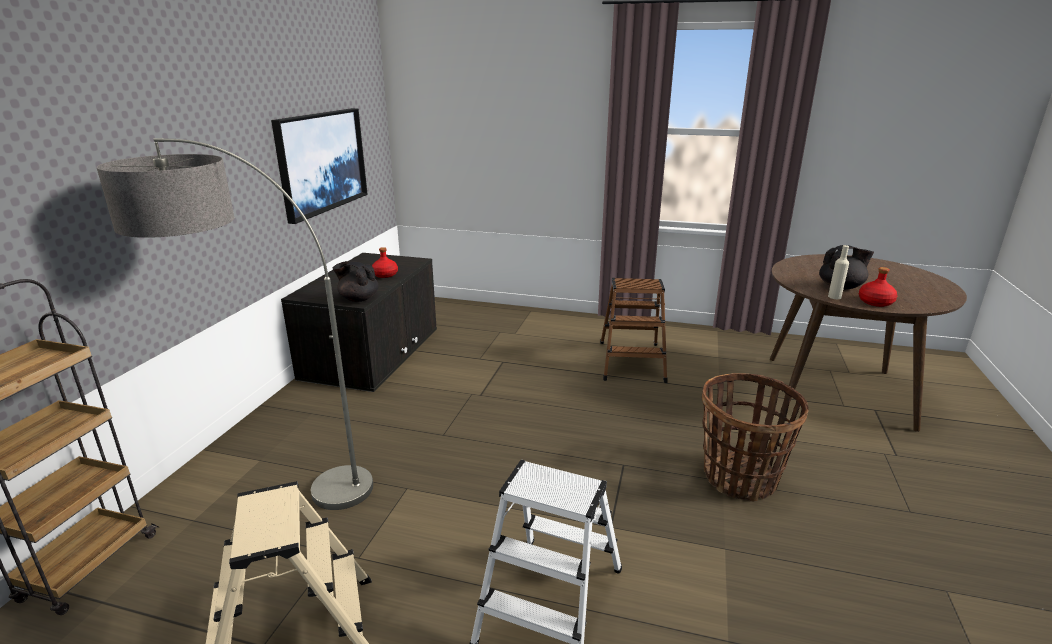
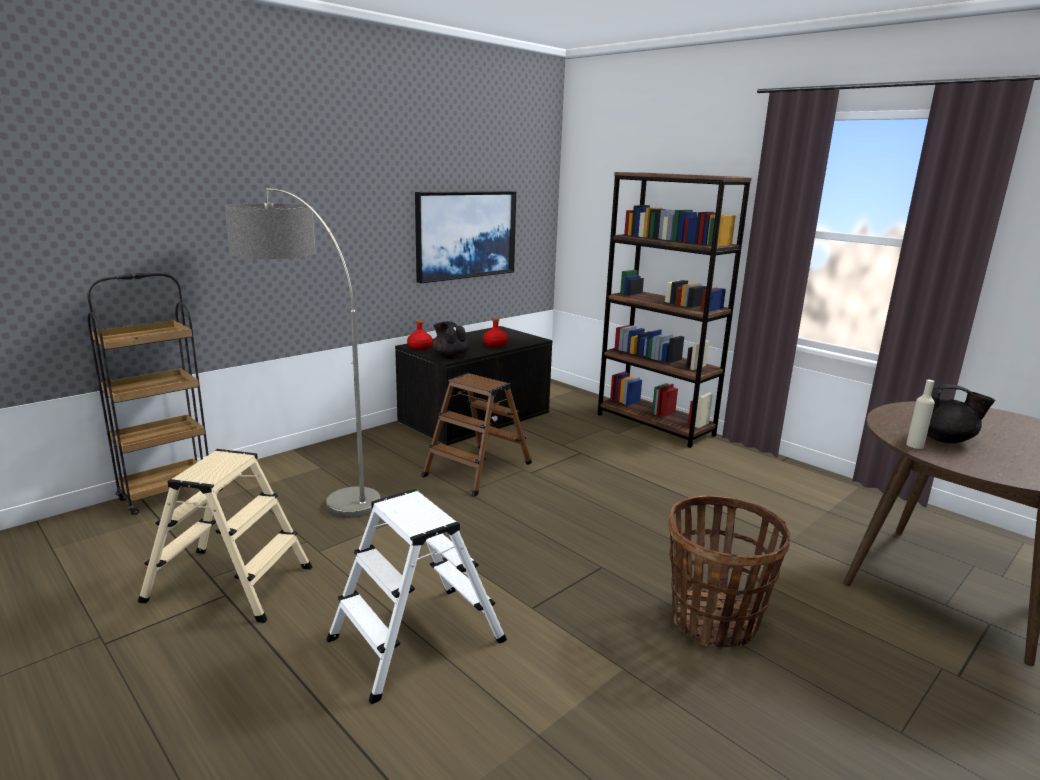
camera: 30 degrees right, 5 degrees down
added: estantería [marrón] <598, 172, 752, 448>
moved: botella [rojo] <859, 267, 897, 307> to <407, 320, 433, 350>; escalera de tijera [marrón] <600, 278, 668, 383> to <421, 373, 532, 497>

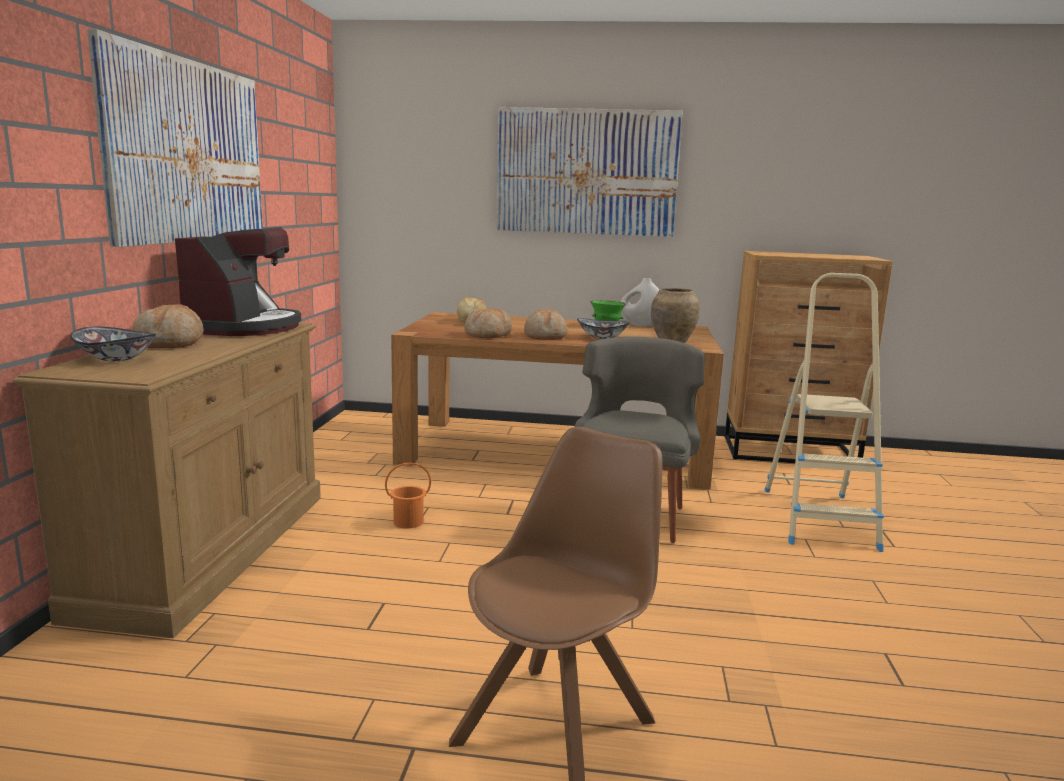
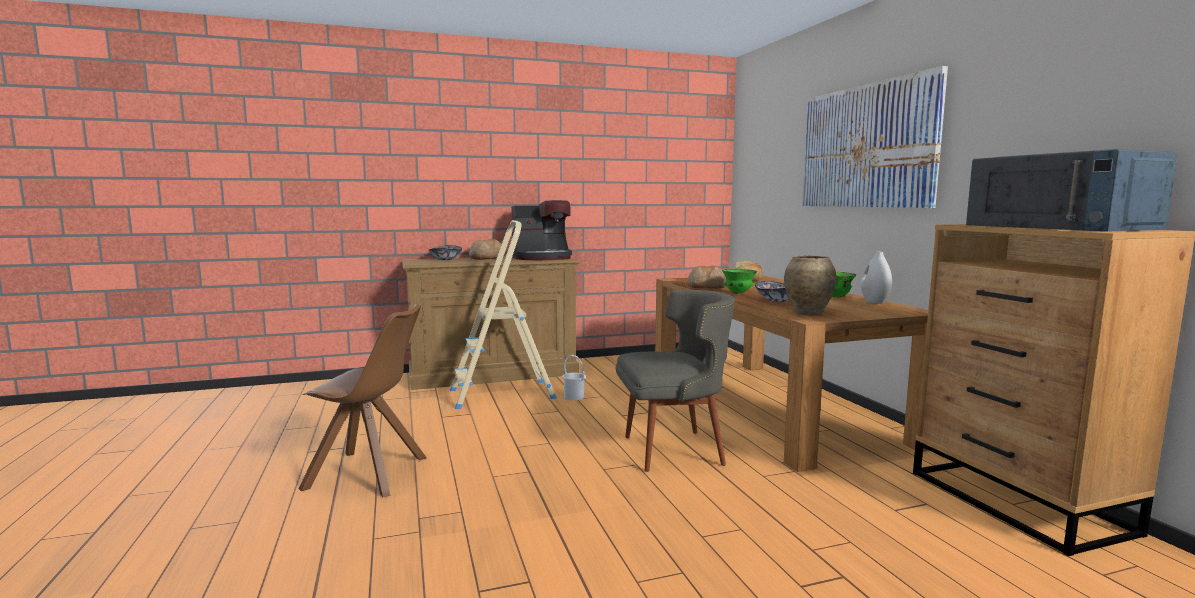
camera: 65 degrees right, 5 degrees down
removed: cuadro <87, 29, 263, 247>
added: microondas [azul] <966, 149, 1178, 231>
moved: escalera de tijera [beis] <764, 273, 884, 552> to <450, 220, 557, 409>
replaced: pan <524, 309, 567, 340> to cuenco [verde] <722, 269, 758, 294>
recoloured: cubo [naranja] <385, 462, 431, 528> to cubo [blanco] <562, 355, 586, 400>

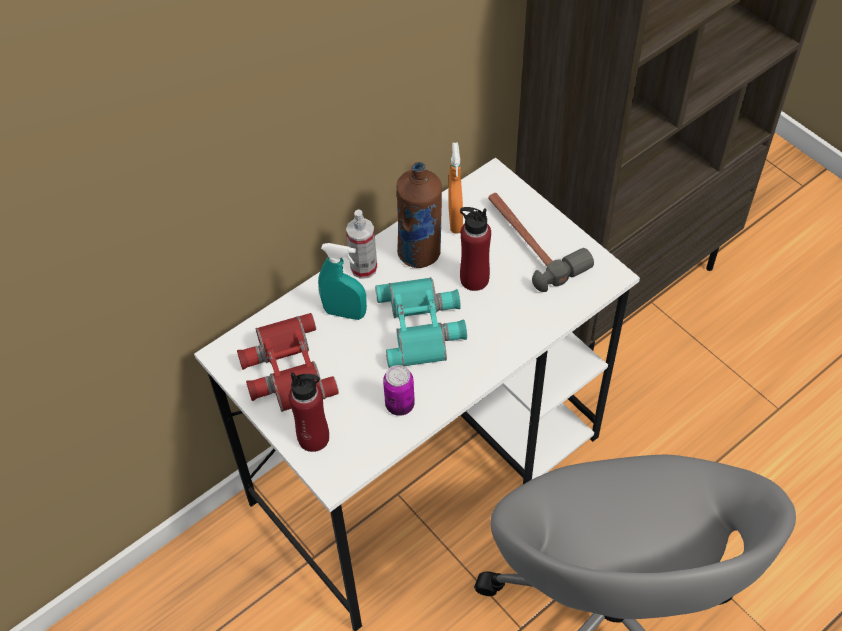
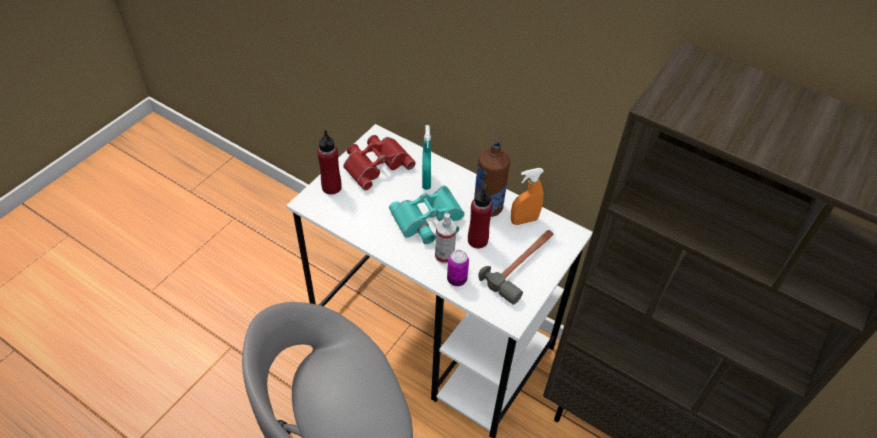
camera: 70 degrees right, 5 degrees down
moved: pulverizador <346, 209, 377, 279> to <435, 213, 457, 264>; lata <383, 365, 415, 416> to <447, 250, 469, 286>

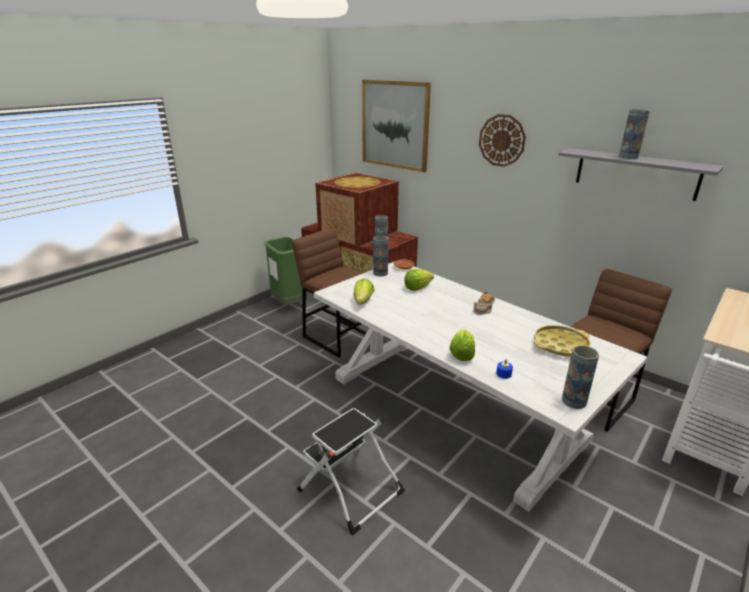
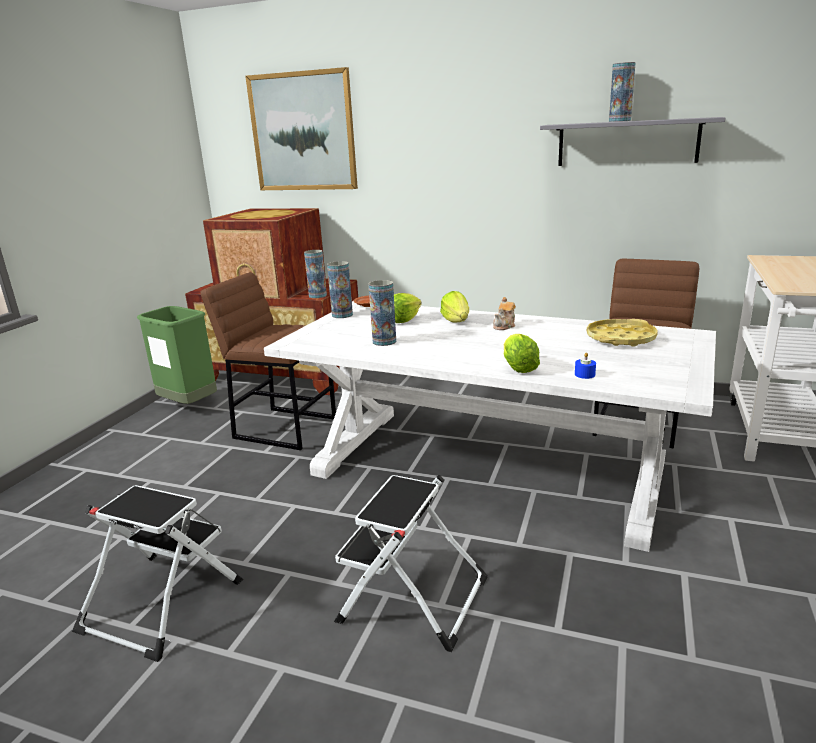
camera: 20 degrees left, 5 degrees down
removed: reloj de pared <479, 114, 526, 167>
added: escalera de tijera <72, 485, 243, 662>
moved: lechuga <354, 278, 374, 305> to <440, 291, 469, 322>; florero <562, 345, 599, 409> to <368, 280, 396, 346>

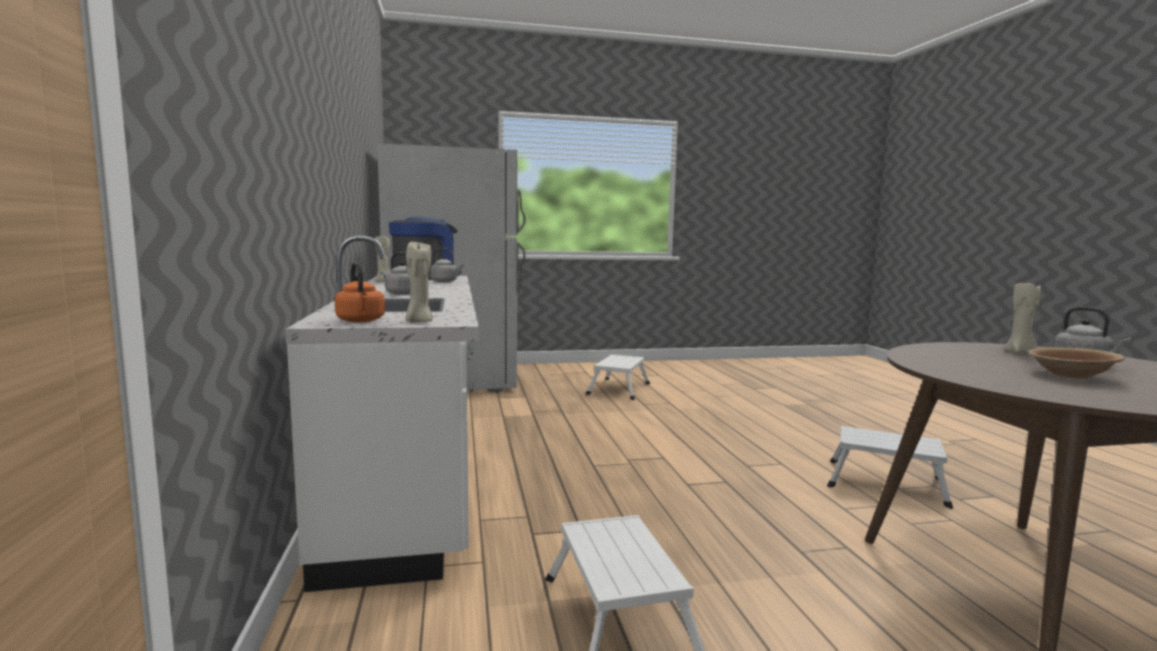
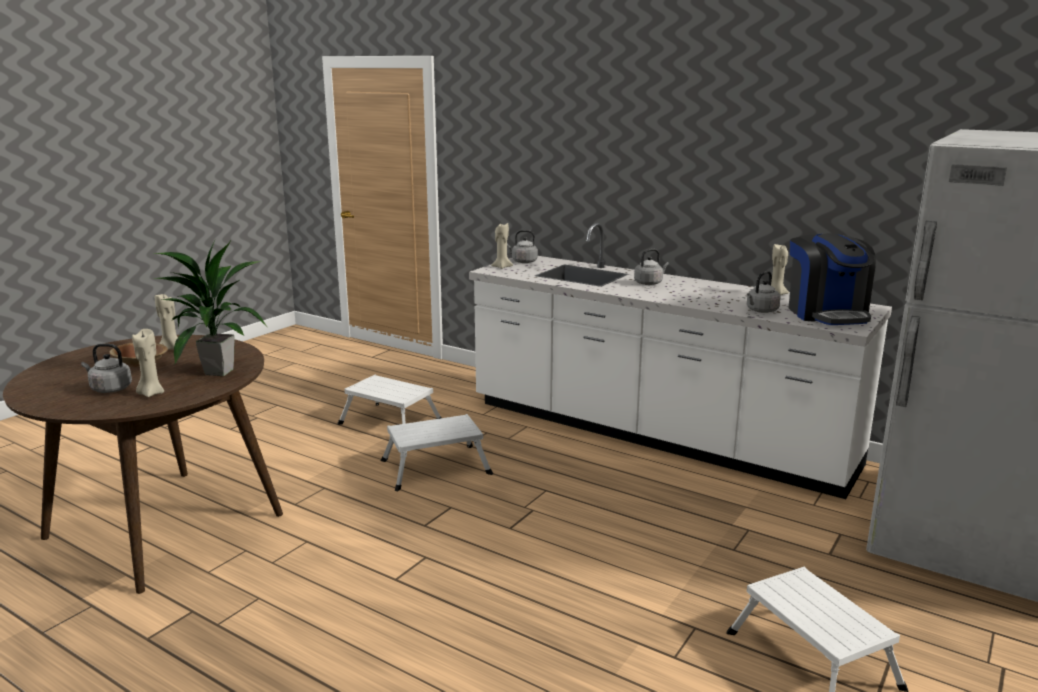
camera: 135 degrees right, 10 degrees up
added: planta en maceta <155, 238, 266, 376>; vela [beis] <155, 293, 178, 350>
moved: escalera de tijera [blanco] <827, 425, 953, 509> to <381, 414, 493, 491>
recoloured: hervidor [naranja] <335, 262, 385, 322> to hervidor [gris] <507, 230, 538, 263>

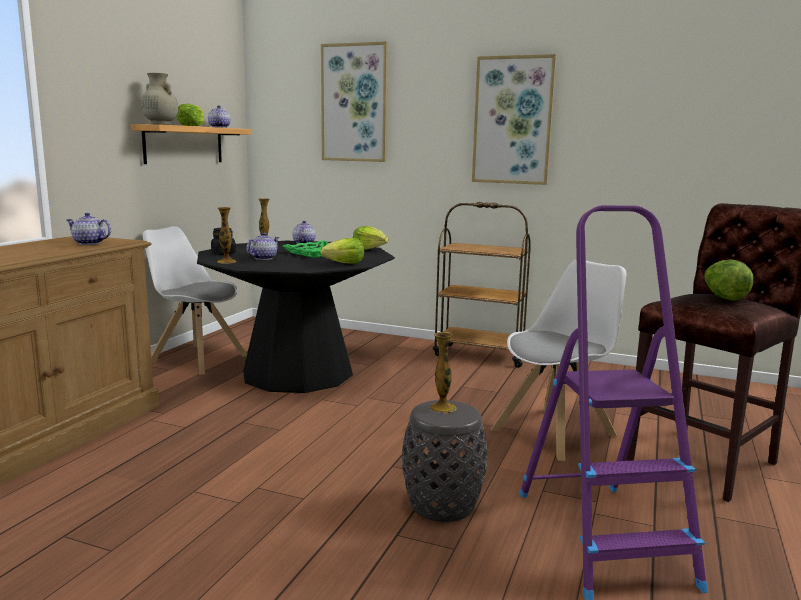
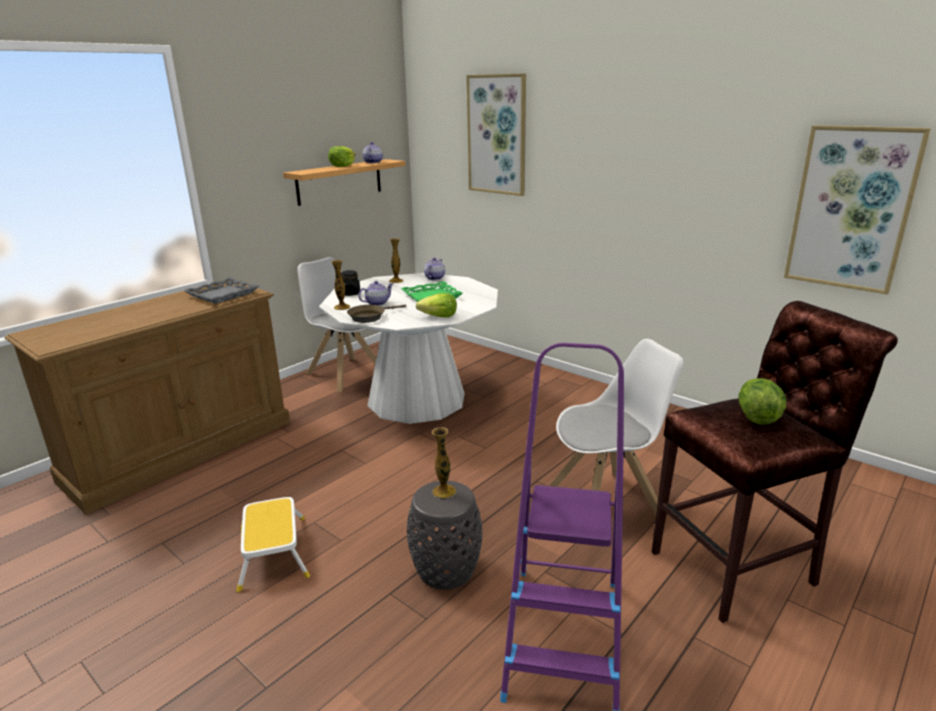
camera: 20 degrees right, 10 degrees up
removed: florero [beis] <141, 73, 178, 125>; carrito [marrón] <433, 202, 531, 368>; lechuga <353, 226, 388, 250>
added: sartén [marrón] <347, 305, 406, 323>; escalera de tijera [amarillo] <236, 497, 310, 592>
moved: cuadro <472, 54, 557, 185> to <784, 125, 931, 295>
replaced: tetera <66, 213, 111, 245> to bandeja [gris] <184, 278, 259, 304>
recoloured: mesa de comedor [negro] <197, 241, 395, 393> to mesa de comedor [blanco] <319, 273, 498, 424>

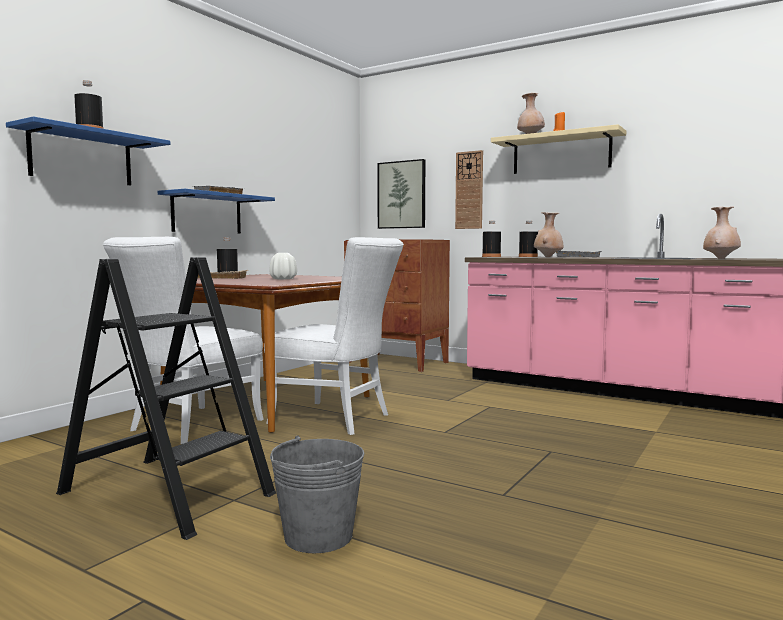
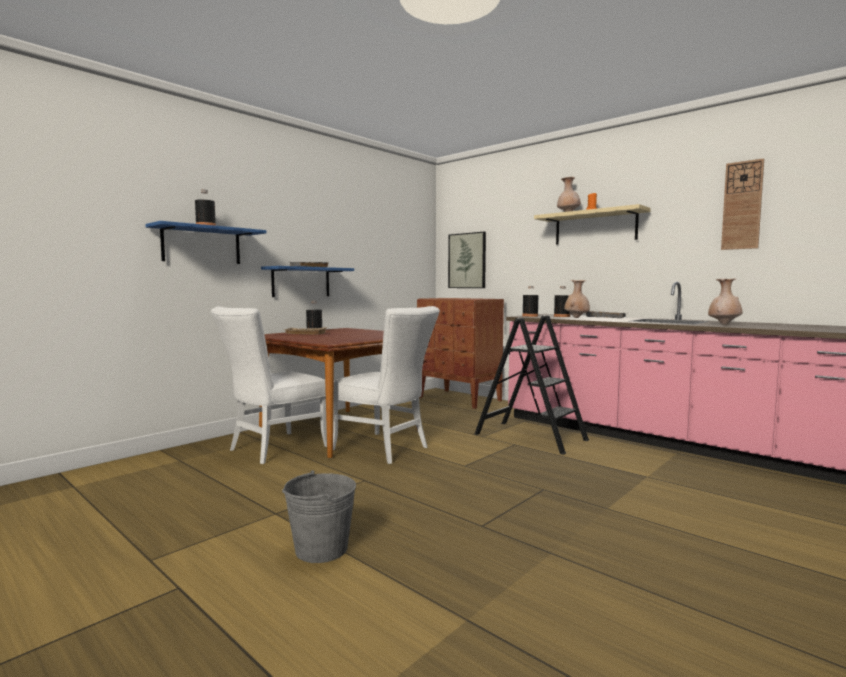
camera: 10 degrees right, 0 degrees up
removed: florero [blanco] <269, 253, 297, 279>
moved: reloj de pared <455, 150, 483, 229> to <721, 158, 764, 250>; escalera de tijera [negro] <56, 257, 276, 540> to <474, 315, 589, 455>

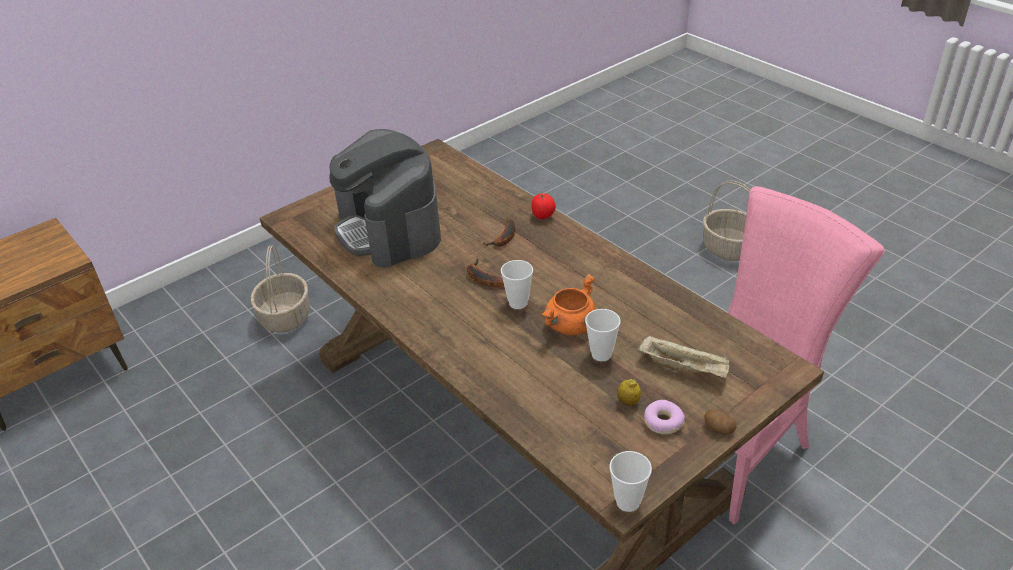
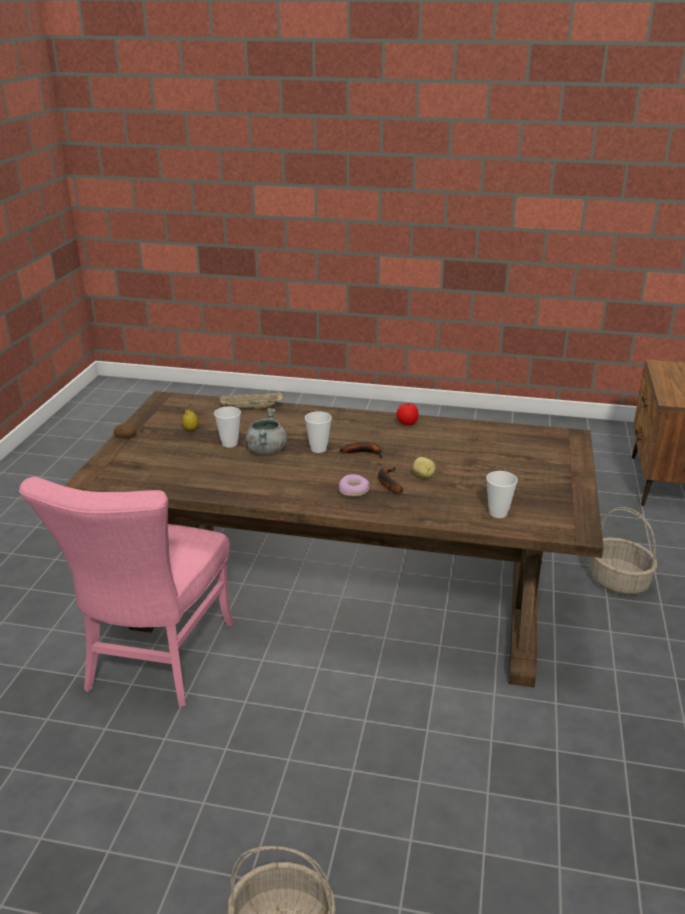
camera: 140 degrees right, 10 degrees down
removed: cafetera <329, 129, 441, 268>
added: patata <413, 457, 435, 478>
moved: tomate <531, 193, 556, 219> to <396, 403, 418, 425>; bandeja [beis] <638, 335, 730, 378> to <220, 391, 283, 410>; rosquilla <644, 400, 685, 435> to <339, 474, 370, 497>; taza <609, 451, 652, 512> to <486, 471, 518, 518>
recoloured: olla [naranja] <541, 274, 596, 335> to olla [gris] <246, 408, 287, 454>

